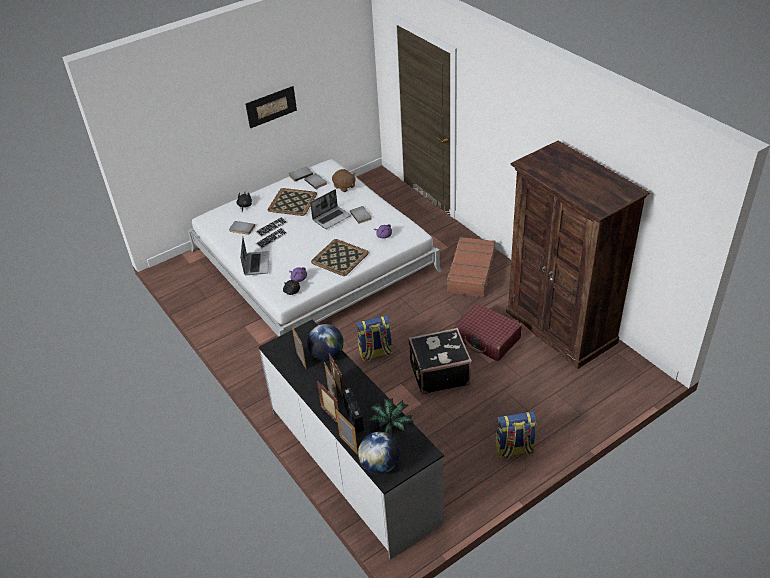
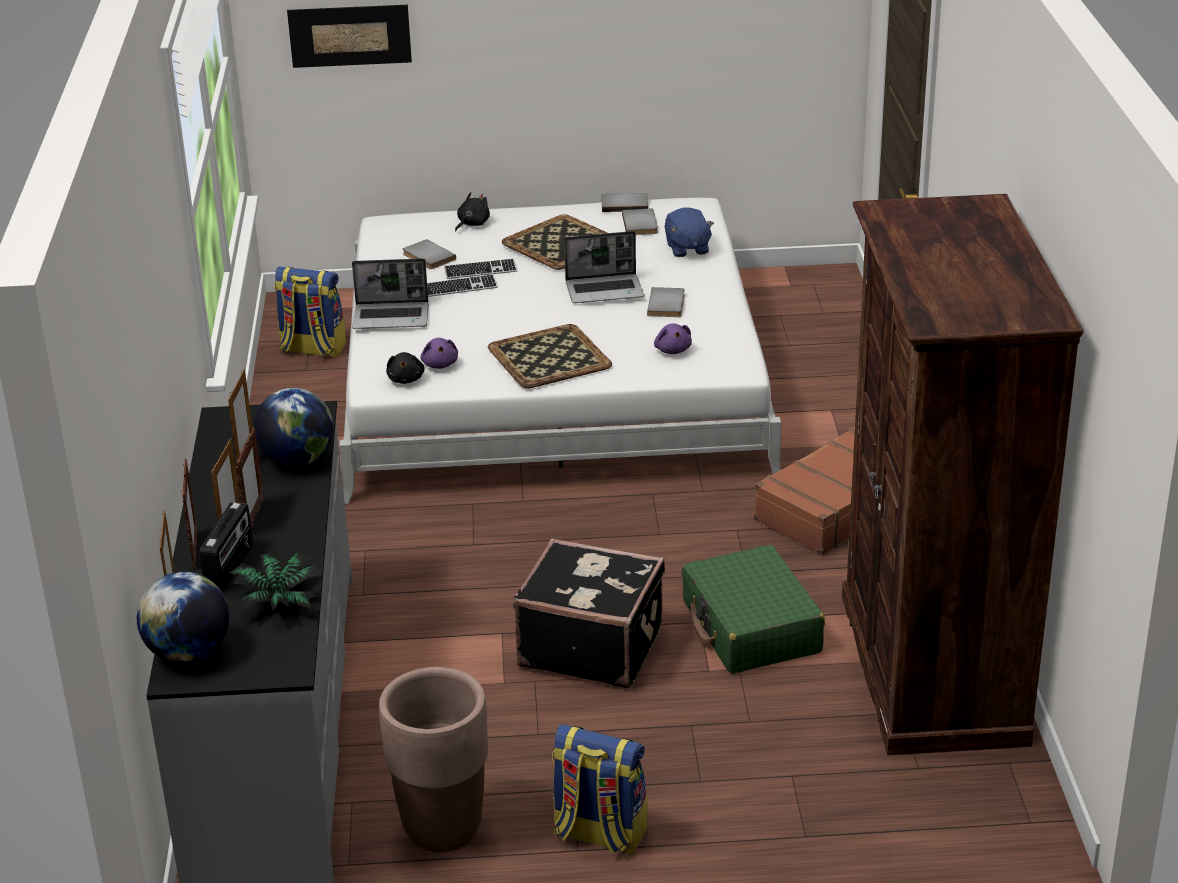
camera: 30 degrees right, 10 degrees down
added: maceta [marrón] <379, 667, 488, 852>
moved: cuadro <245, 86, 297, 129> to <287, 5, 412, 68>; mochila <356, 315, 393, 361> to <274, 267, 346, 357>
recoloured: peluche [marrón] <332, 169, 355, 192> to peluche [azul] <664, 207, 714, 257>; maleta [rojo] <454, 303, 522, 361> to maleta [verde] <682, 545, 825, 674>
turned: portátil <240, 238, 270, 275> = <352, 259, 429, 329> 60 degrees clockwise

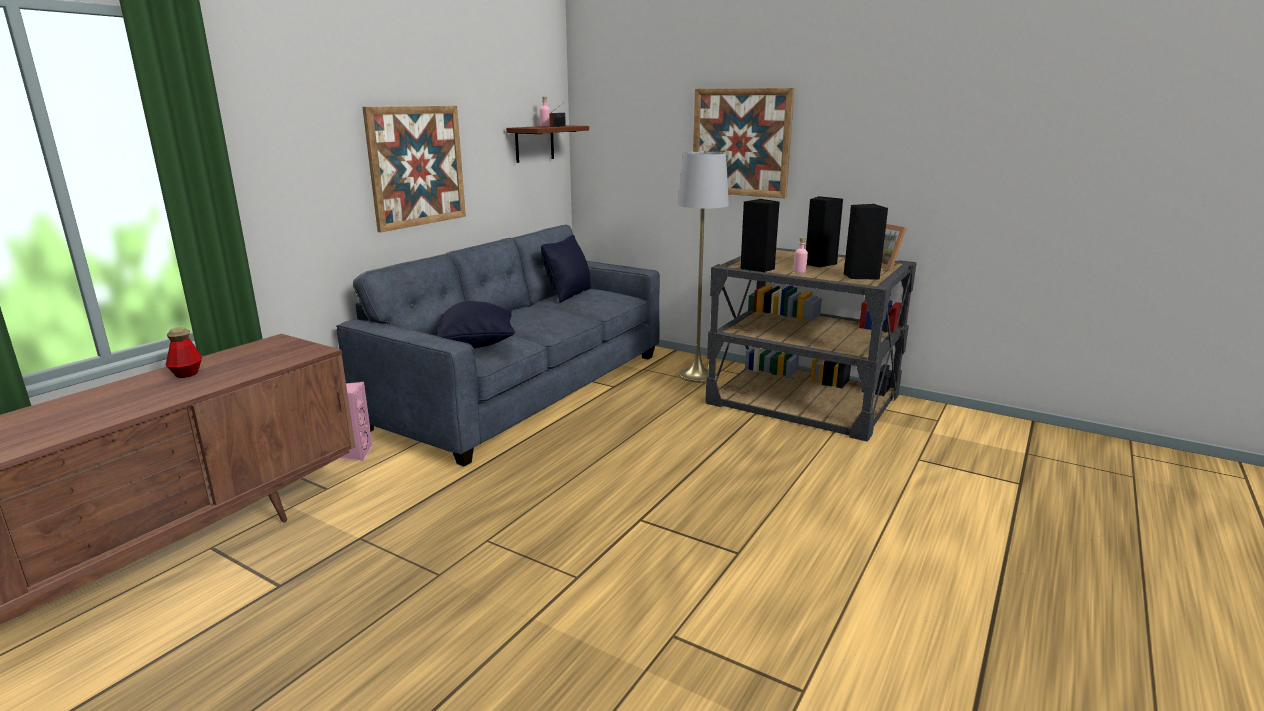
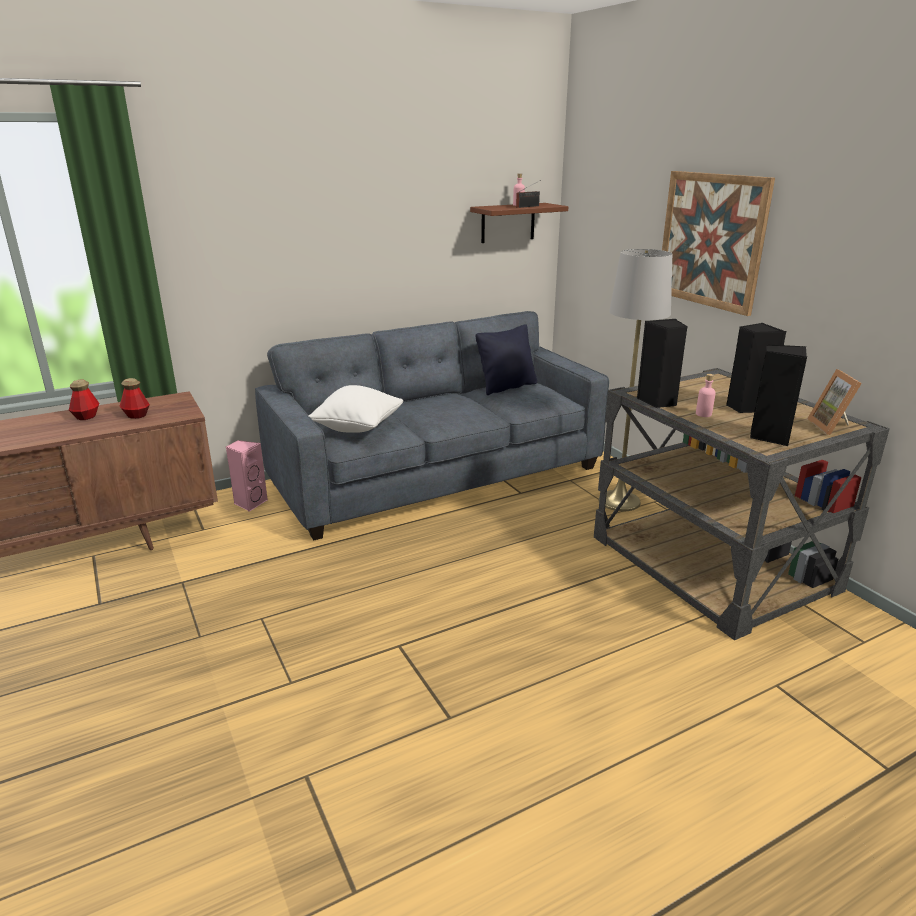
camera: 30 degrees right, 5 degrees up
removed: cuadro <362, 106, 466, 232>
added: botella <120, 378, 150, 419>
recoloured: cojín [negro] <437, 301, 515, 348> to cojín [blanco] <309, 385, 403, 433>

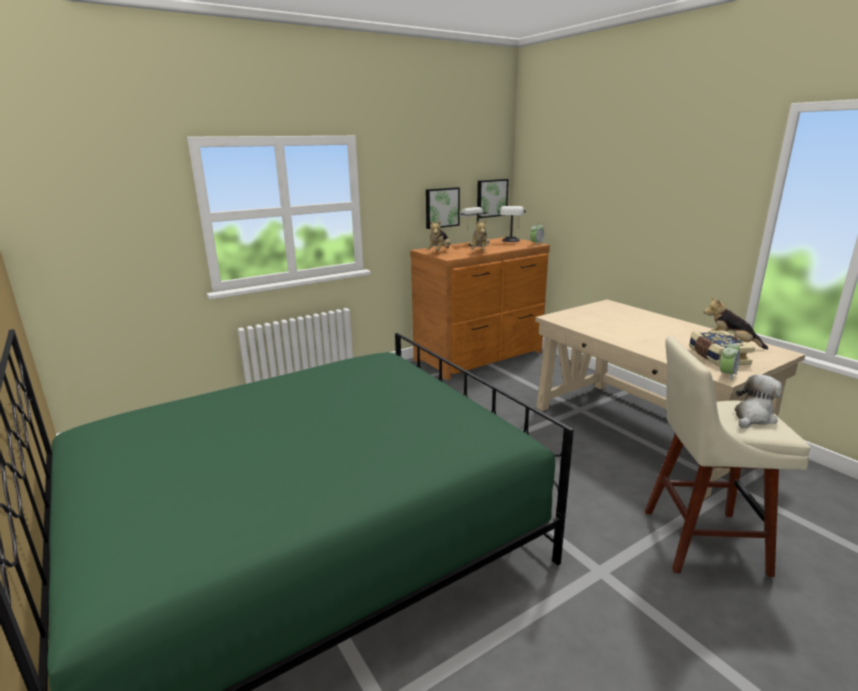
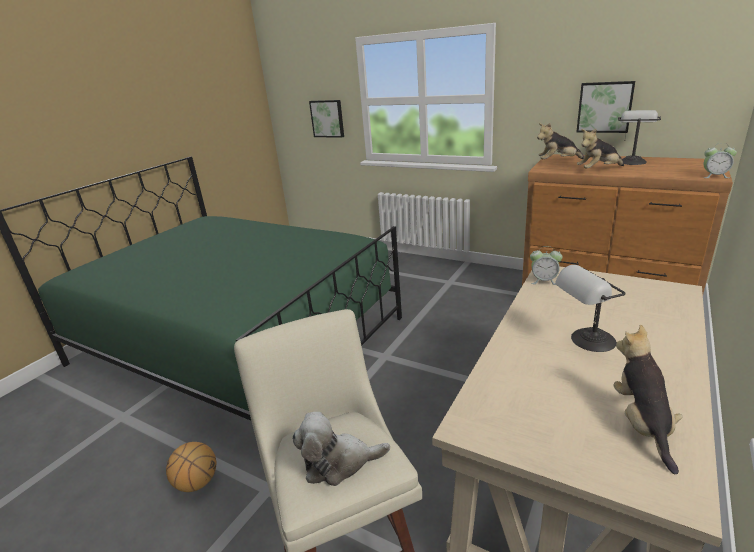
camera: 65 degrees right, 5 degrees up
removed: libro <689, 330, 755, 366>
added: balón de baloncesto <166, 442, 216, 492>
moved: cuadro <477, 179, 508, 218> to <309, 100, 344, 138>; lámpara de mesa <498, 206, 526, 242> to <555, 265, 626, 352>; despertador <720, 341, 740, 381> to <530, 246, 563, 285>
turned: peluche <735, 375, 782, 428> = <292, 412, 390, 486> 150 degrees clockwise

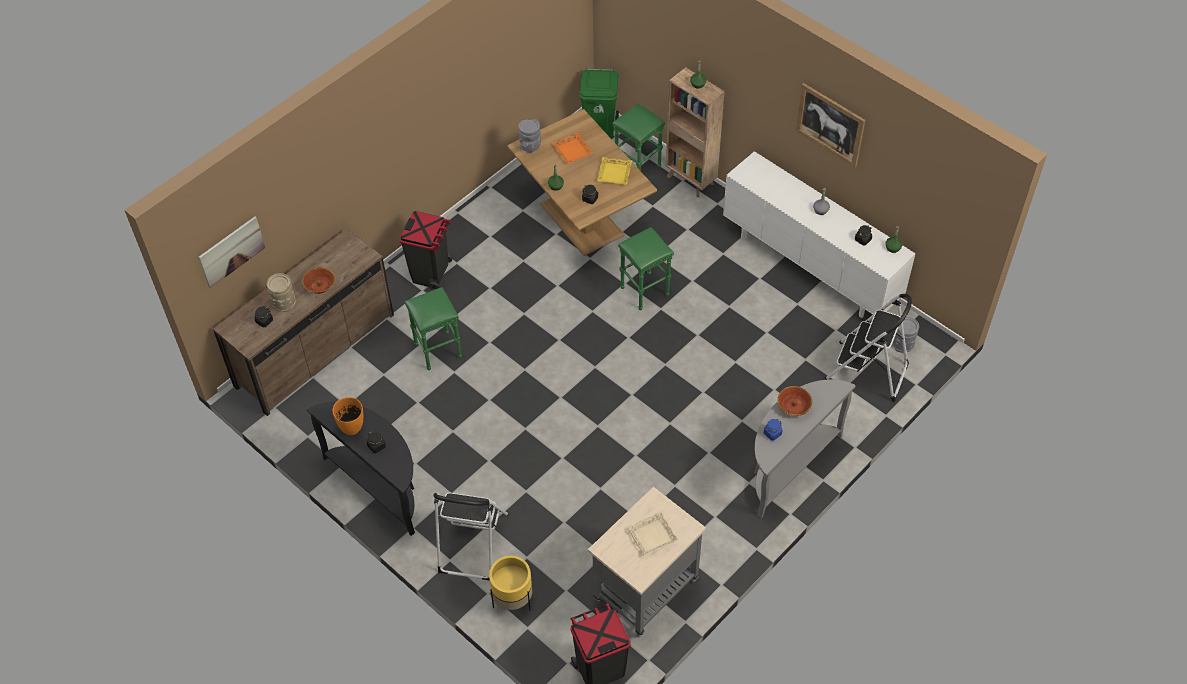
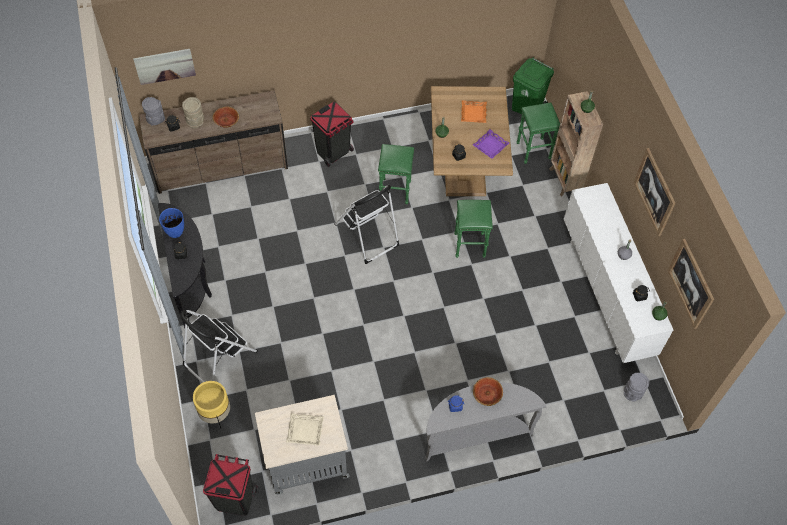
camera: 30 degrees right, 5 degrees up
added: cuadro <667, 239, 714, 329>
moved: florero [gris] <518, 119, 541, 153> to <142, 97, 165, 125>; taburete [verde] <405, 287, 462, 370> to <378, 144, 414, 204>; escalera de tijera <825, 294, 912, 402> to <334, 185, 399, 264>
recoloured: bandeja [amarillo] <597, 157, 632, 185> to bandeja [morado] <473, 129, 509, 159>; florero [naranja] <333, 397, 363, 435> to florero [azul] <159, 208, 184, 238>

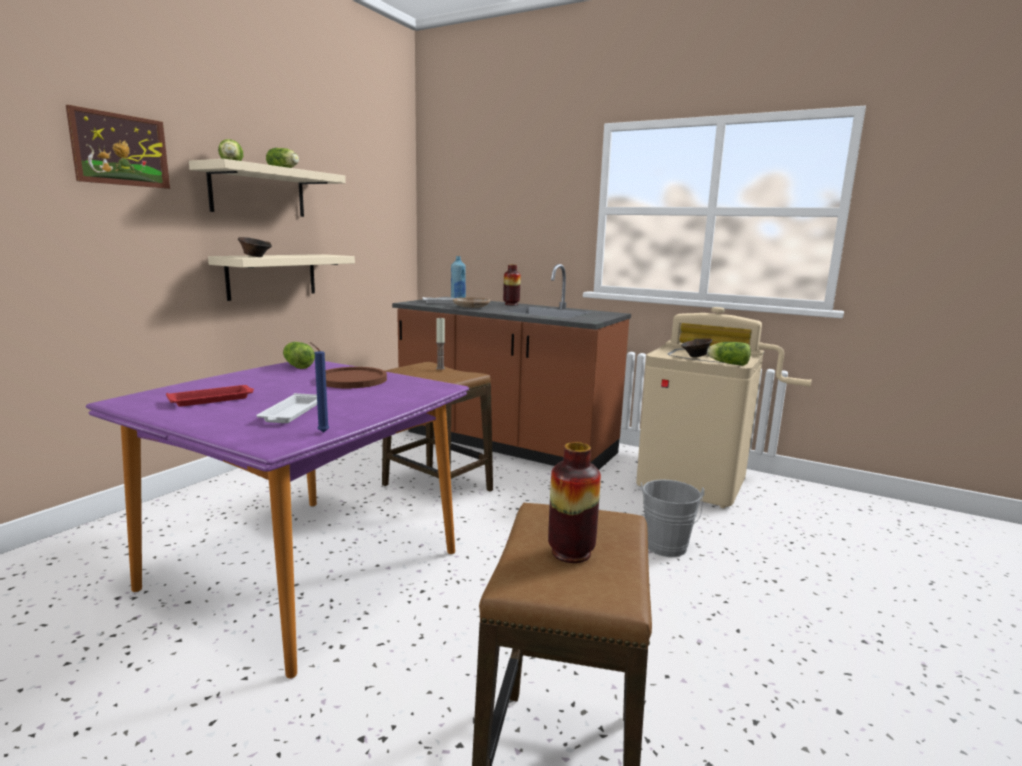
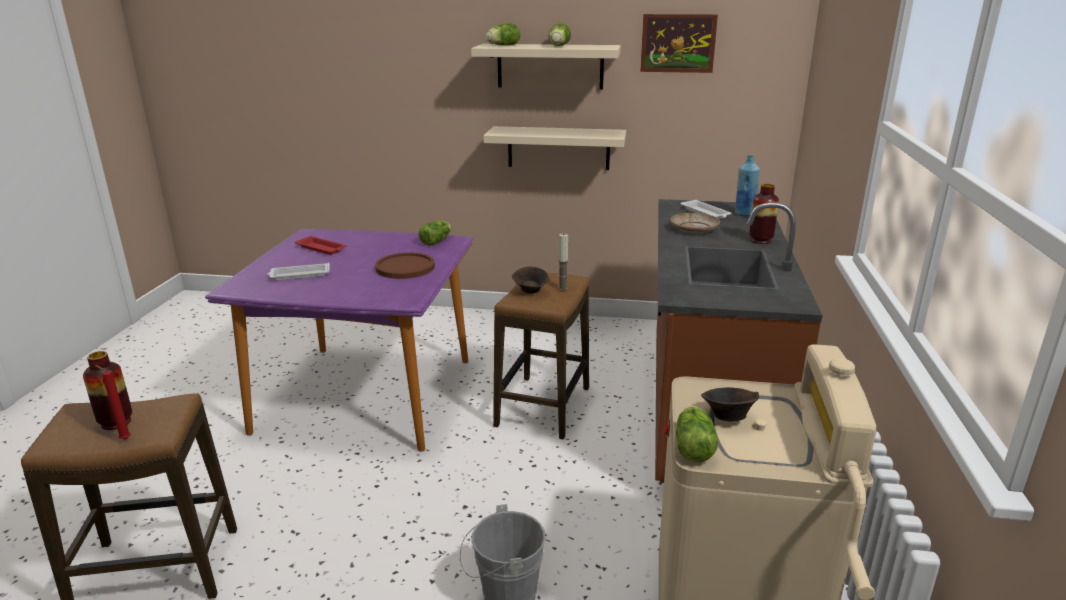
camera: 70 degrees right, 10 degrees up
removed: vela [azul] <310, 342, 329, 432>
added: vela [rojo] <94, 365, 131, 440>
moved: cuadro <66, 105, 170, 189> to <640, 14, 718, 73>; cuenco [marrón] <238, 237, 272, 257> to <512, 267, 549, 294>

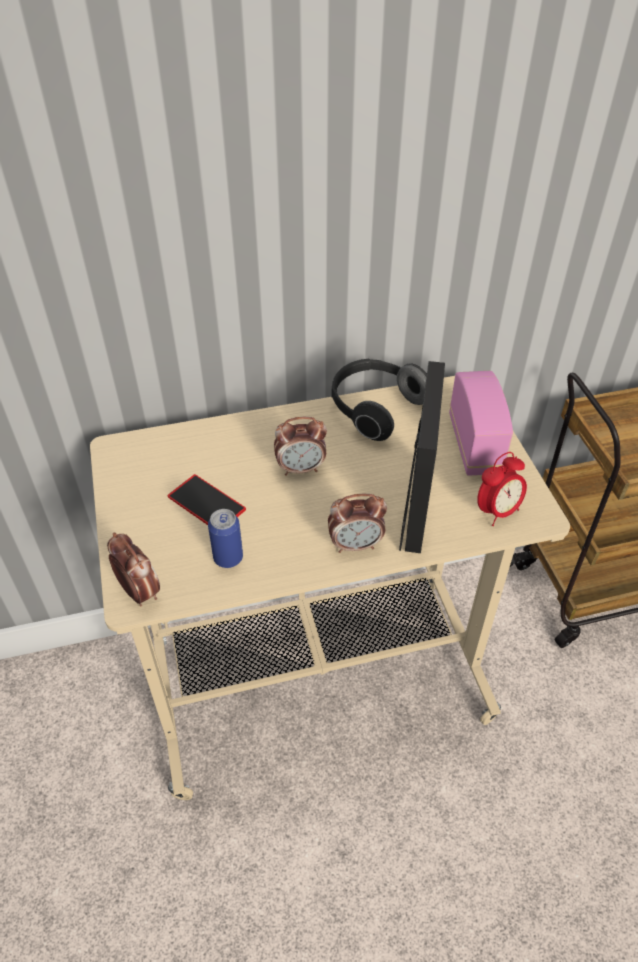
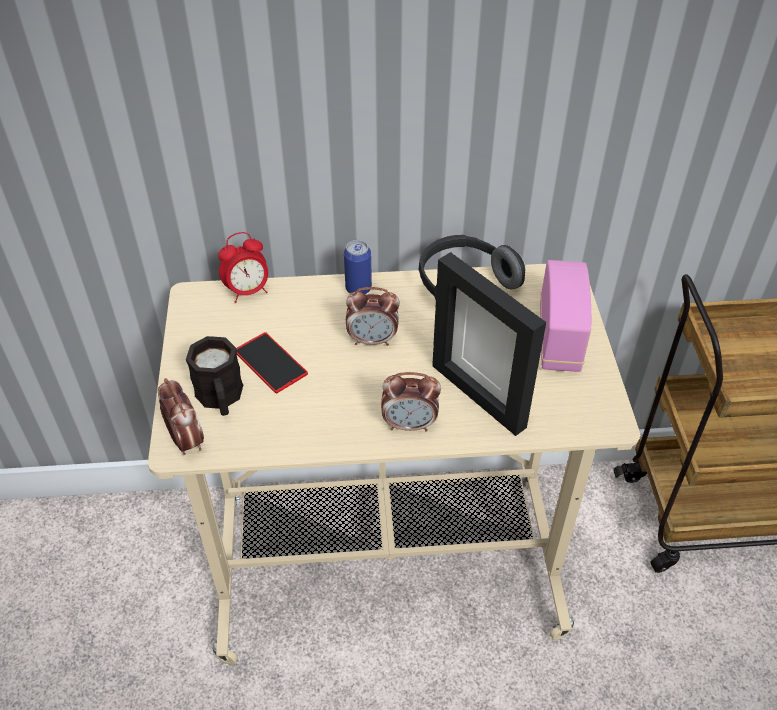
camera: 10 degrees right, 0 degrees up
added: taza grande [negro] <186, 336, 243, 416>
moved: despertador <477, 452, 527, 526> to <218, 232, 268, 303>; lata <208, 509, 243, 568> to <344, 240, 372, 294>
turned: portarretratos <399, 361, 445, 553> = <432, 252, 546, 436> 120 degrees clockwise

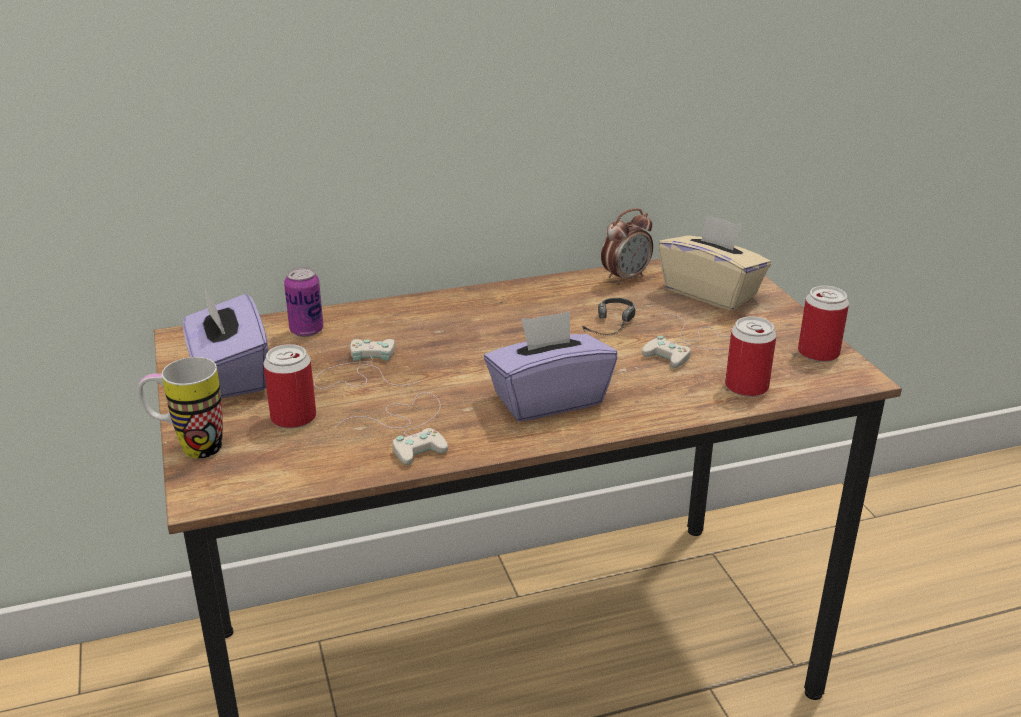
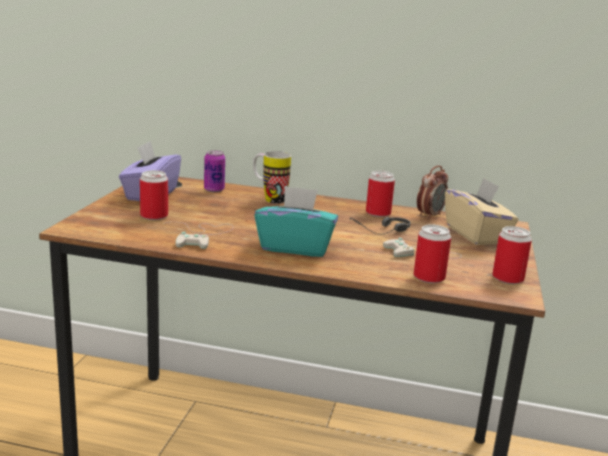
camera: 30 degrees right, 10 degrees down
removed: mando de consola [blanco] <314, 339, 420, 389>
added: lata <366, 171, 395, 217>
moved: taza grande <138, 357, 223, 459> to <253, 151, 291, 204>
recoloured: caja de pañuelos [morado] <484, 311, 617, 421> to caja de pañuelos [turquesa] <254, 186, 338, 257>
turned: despertador <601, 208, 653, 285> = <417, 166, 448, 220> 45 degrees counterclockwise

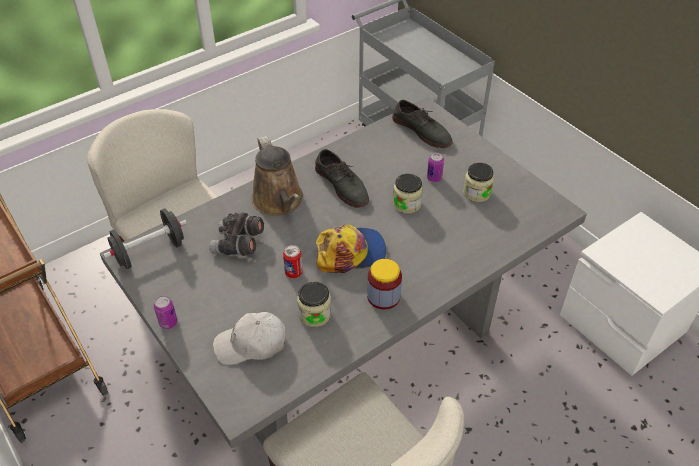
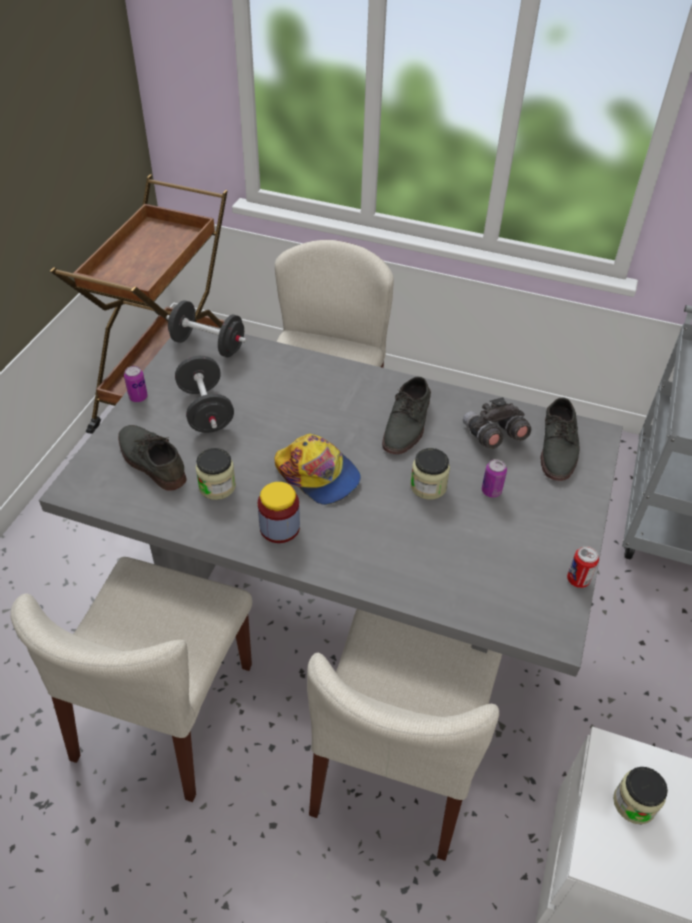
camera: 55 degrees right, 0 degrees up
removed: regadera [marrón] <252, 136, 303, 216>
added: mancuerna [negro] <175, 356, 234, 433>; silla [beis] <307, 609, 502, 861>
moved: tarro <463, 163, 494, 202> to <613, 767, 668, 824>; prismáticos [gris] <209, 212, 264, 256> to <463, 397, 531, 449>; lata <283, 245, 302, 278> to <567, 546, 599, 588>
replaced: gorra [blanco] <213, 312, 286, 365> to zapato [gris] <118, 425, 187, 491>

